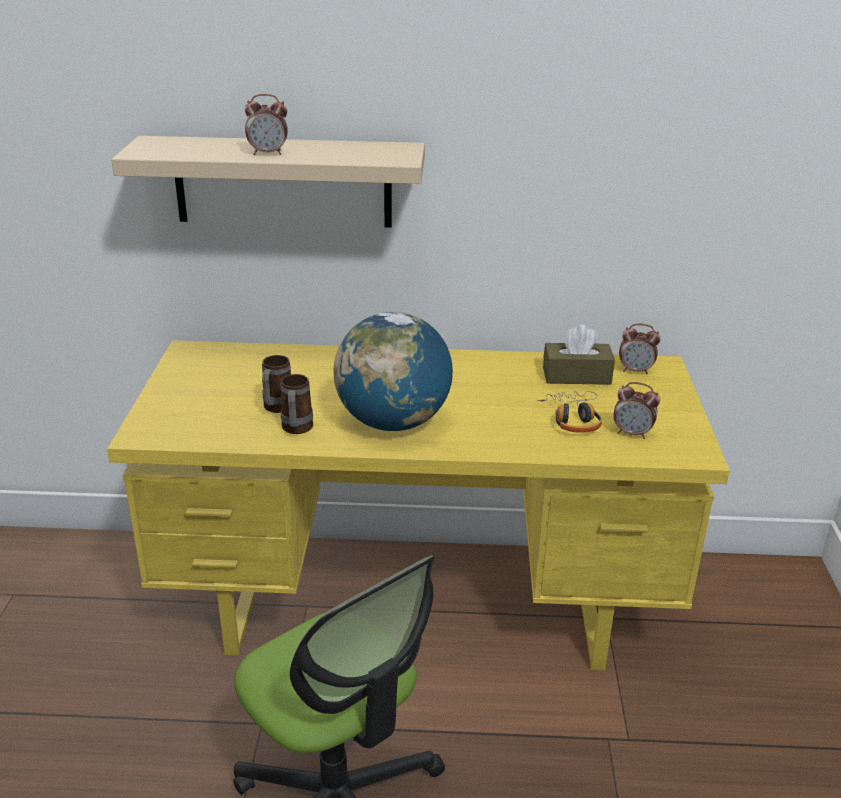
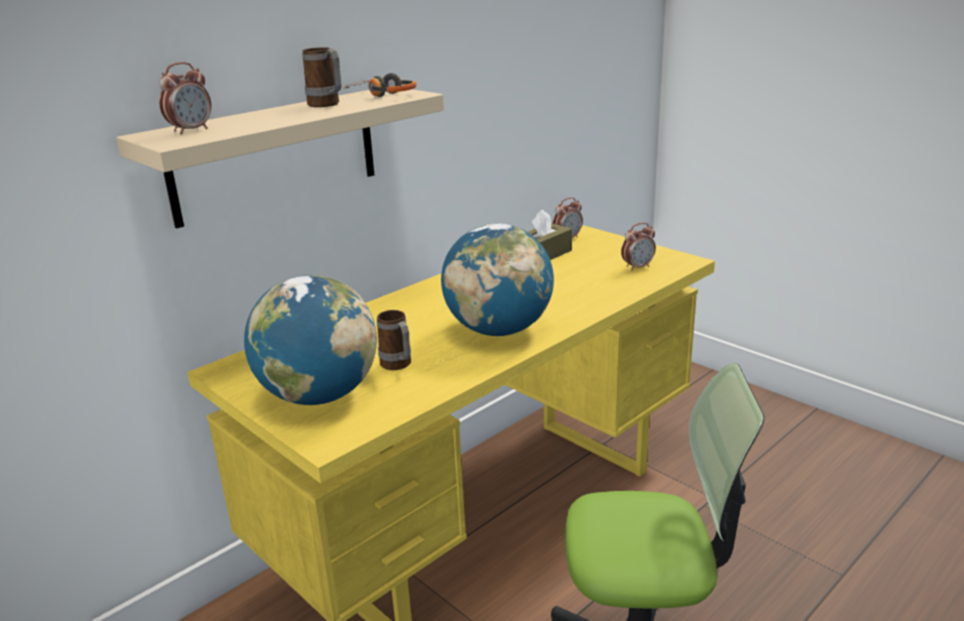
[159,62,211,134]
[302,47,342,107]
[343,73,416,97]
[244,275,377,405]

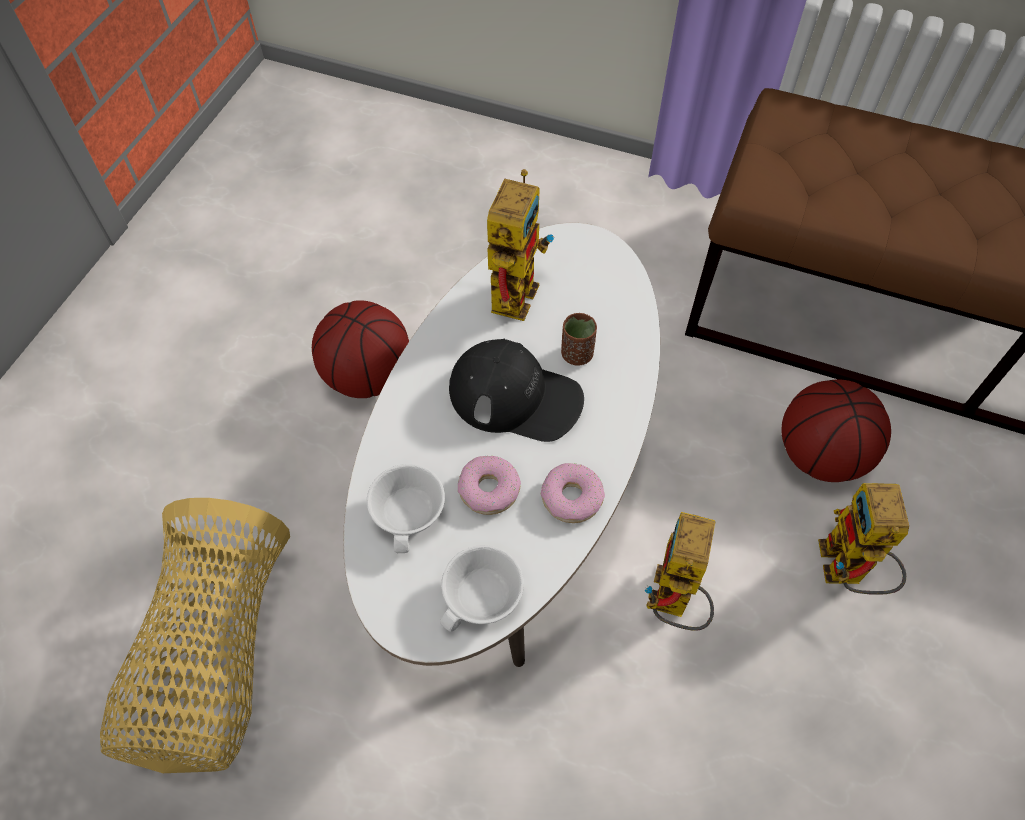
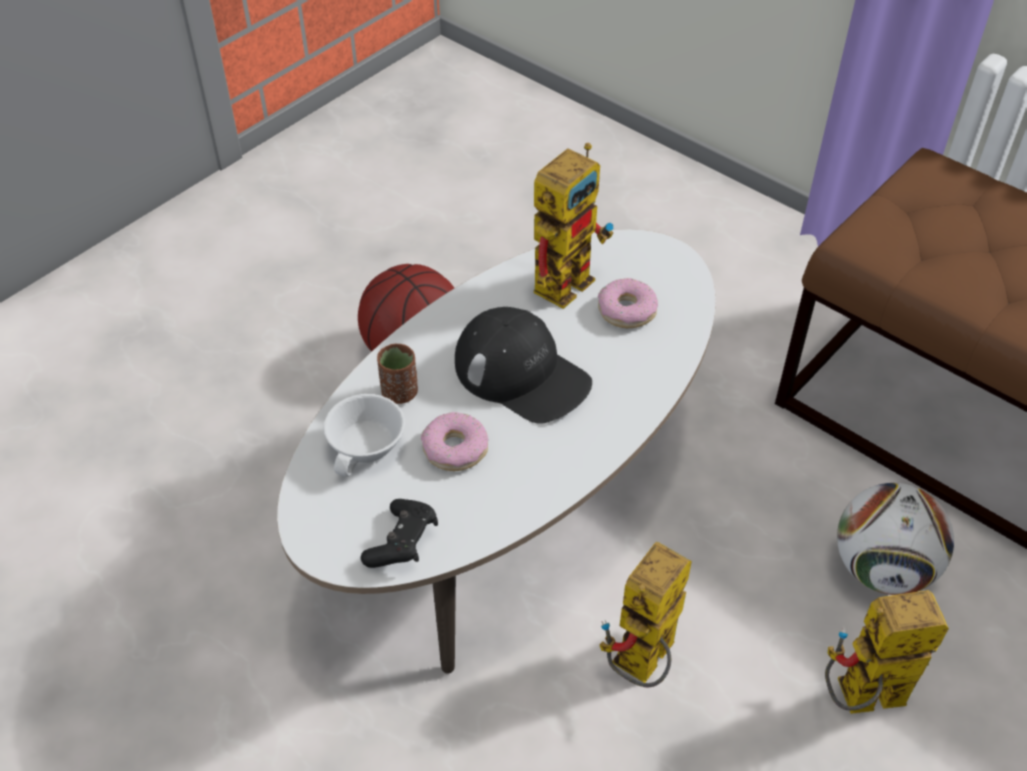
[100,498,290,773] (first image)
[361,499,438,568]
[598,278,658,328]
[377,344,418,404]
[837,483,954,595]
[825,590,949,714]

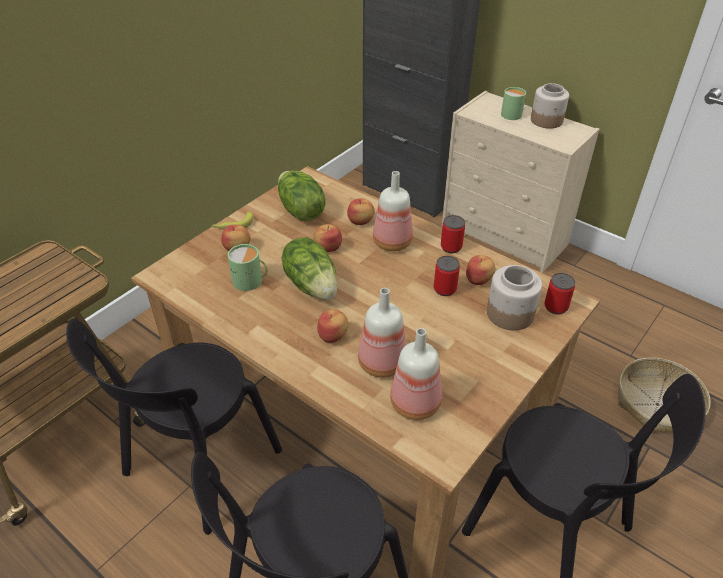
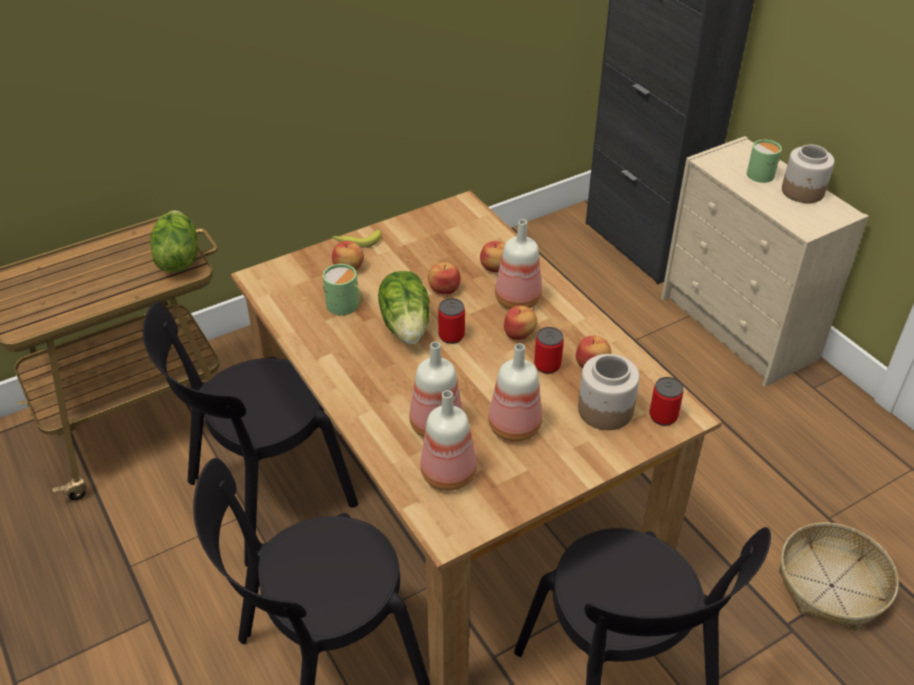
[150,211,198,273]
[504,306,537,340]
[438,298,465,344]
[488,343,542,442]

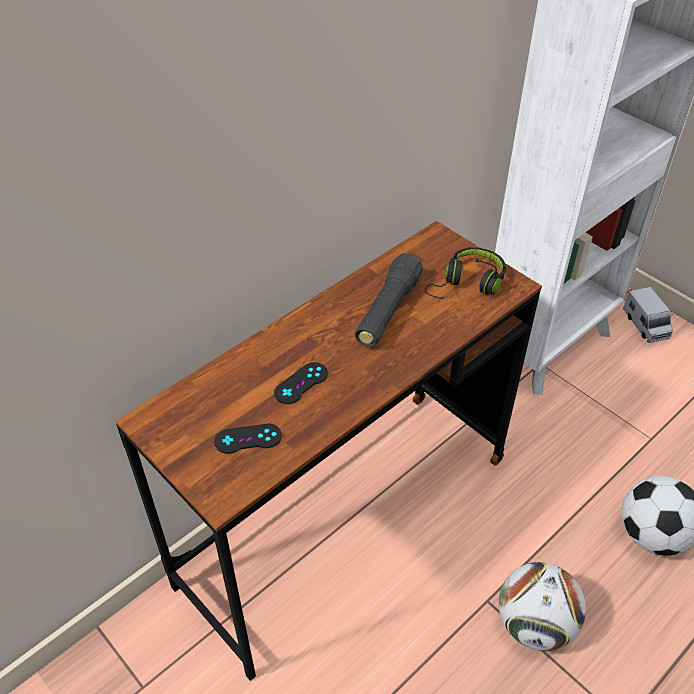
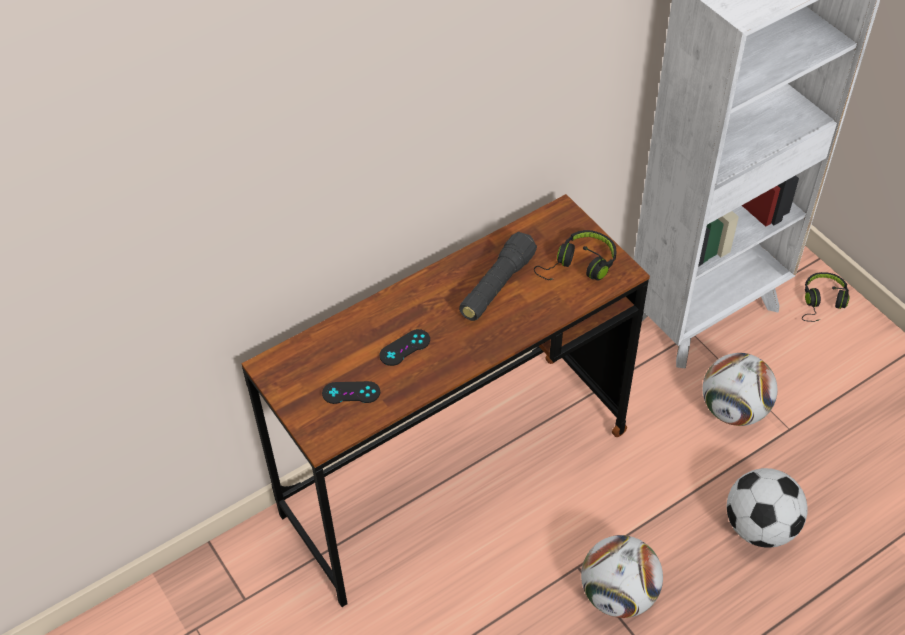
[802,272,850,322]
[703,353,777,426]

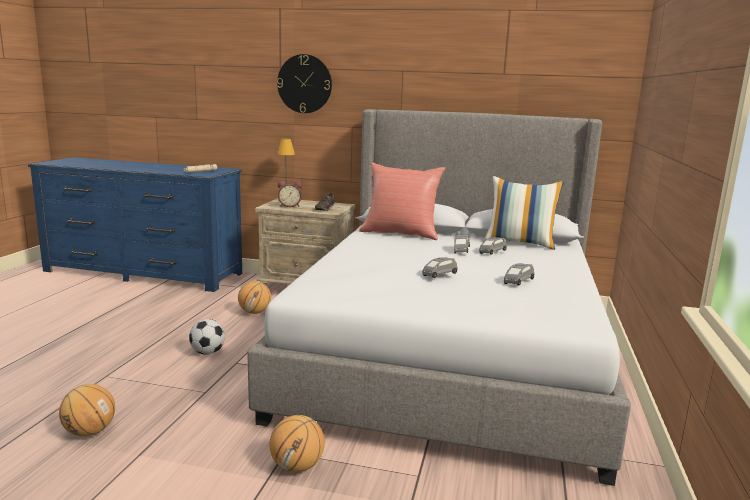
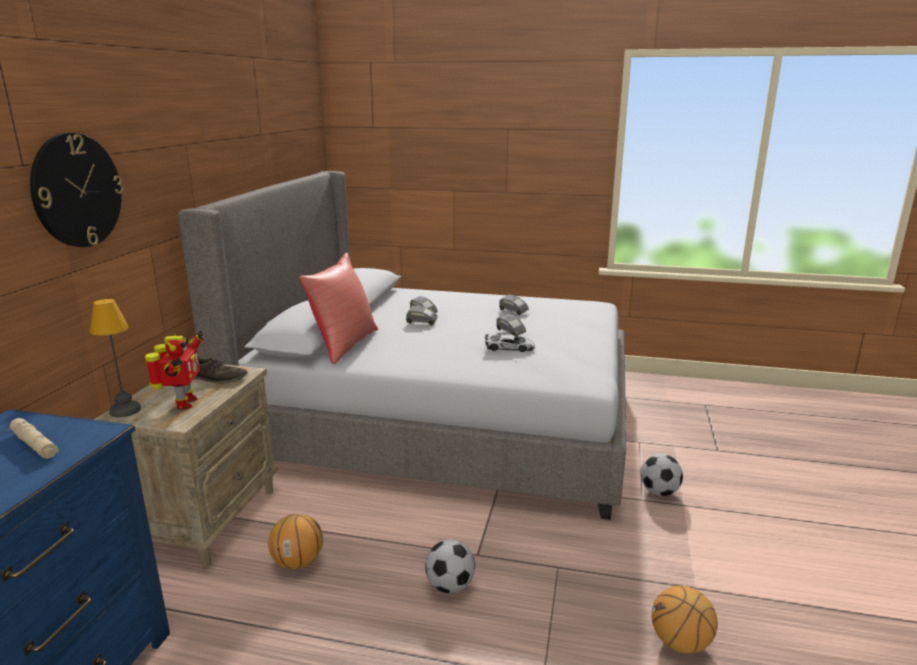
[641,454,683,496]
[145,331,204,409]
[484,176,564,250] (first image)
[485,334,535,352]

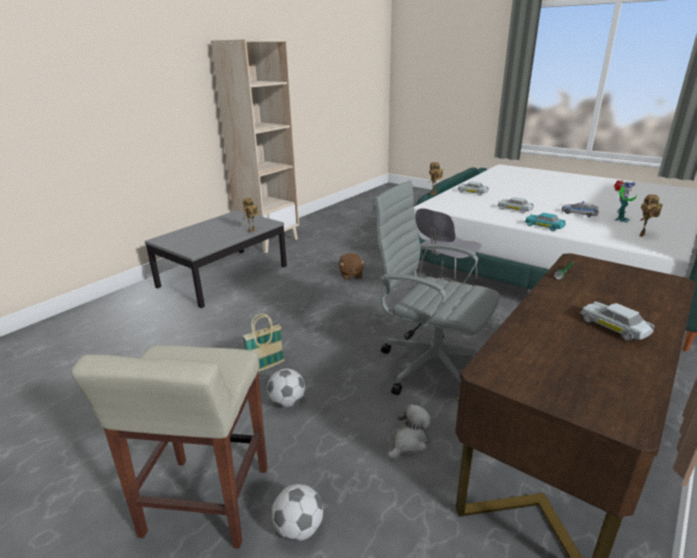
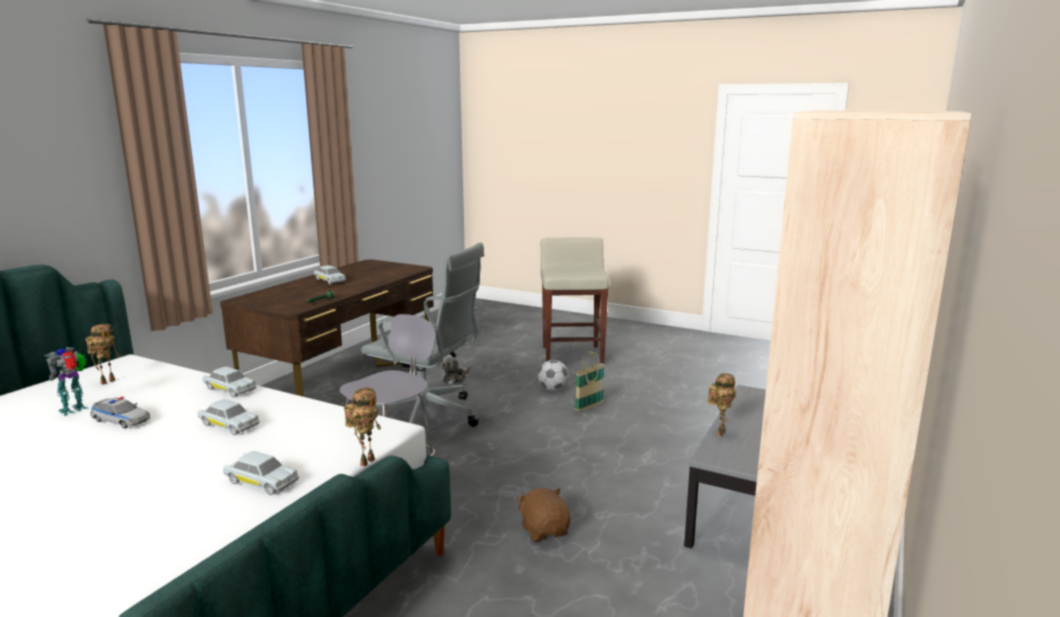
[272,484,323,541] (first image)
[202,366,257,398]

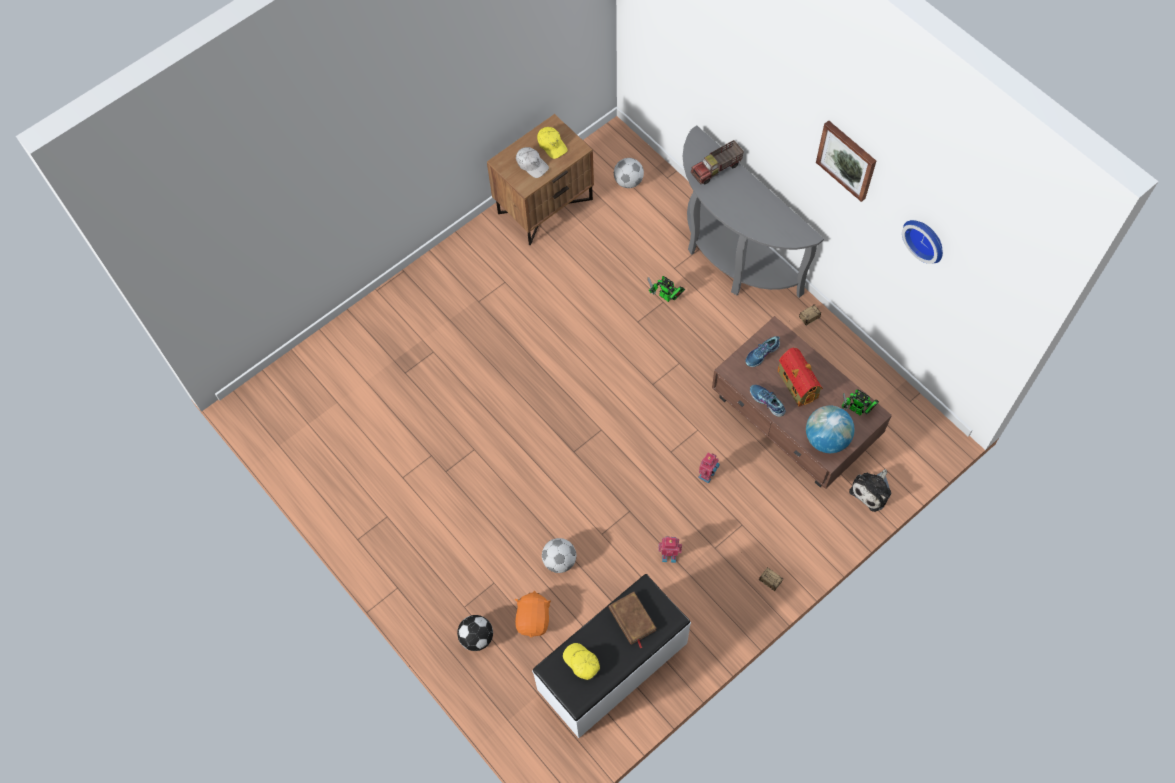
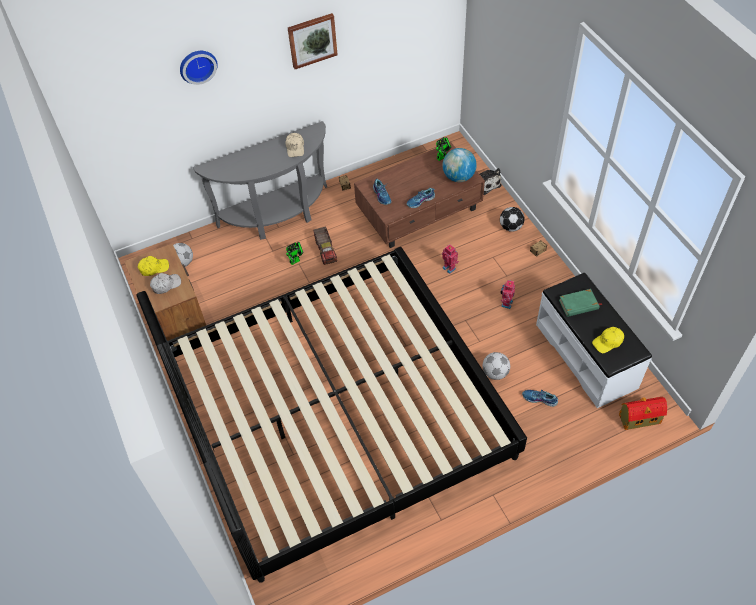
[500,207,525,232]
[522,390,558,407]
[559,289,602,317]
[313,227,337,265]
[619,397,667,430]
[180,51,218,85]
[137,247,527,583]
[285,133,304,157]

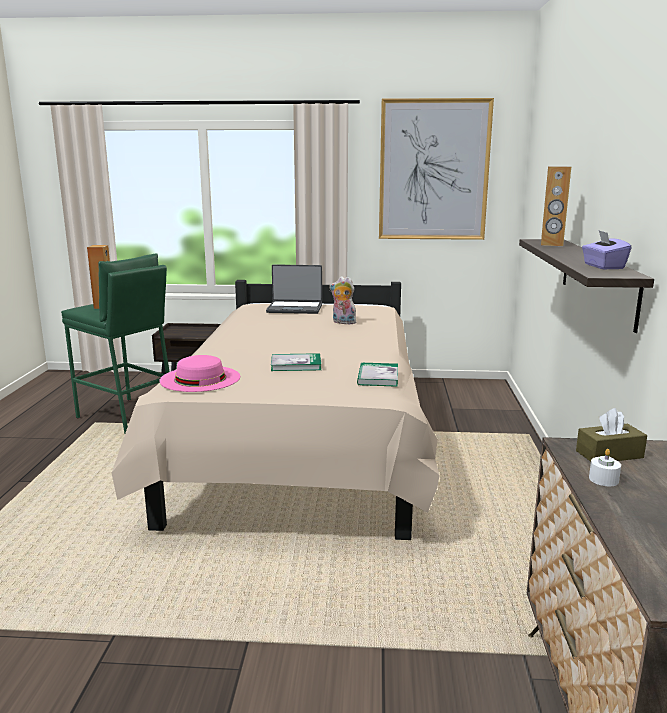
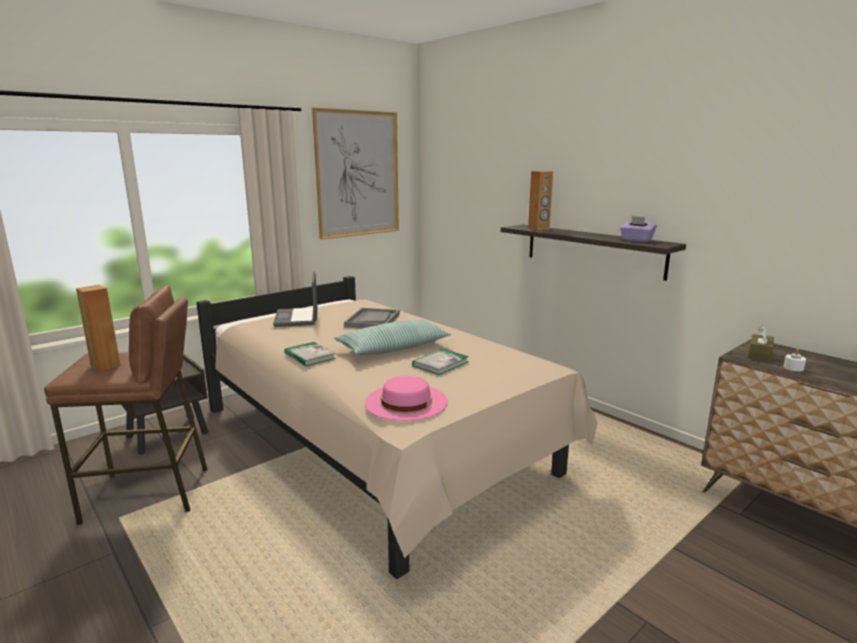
[44,285,207,525]
[273,271,318,327]
[344,308,400,328]
[285,342,336,366]
[334,320,451,355]

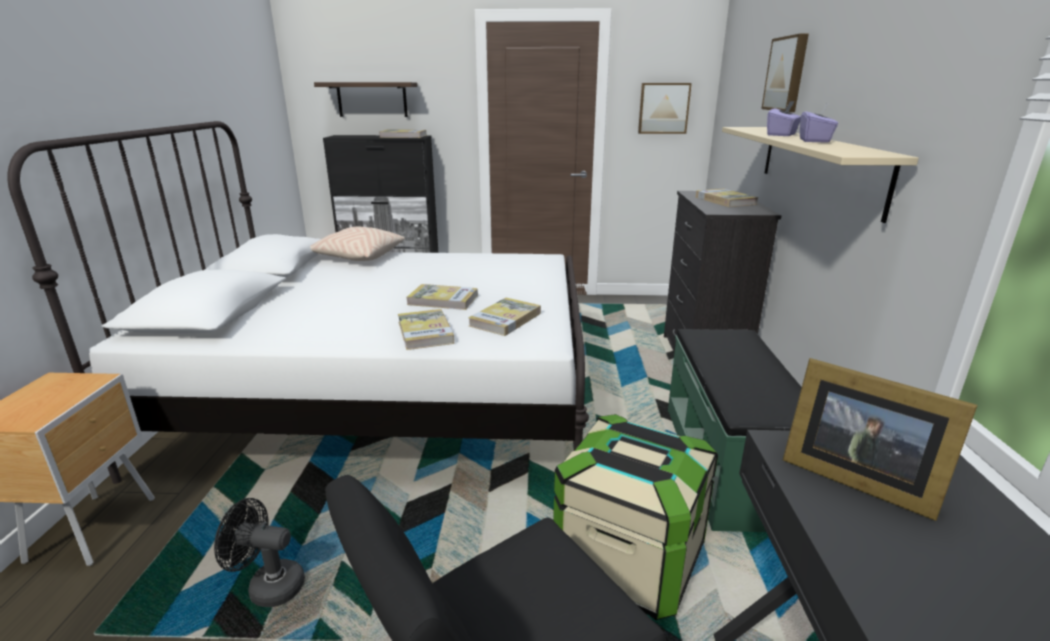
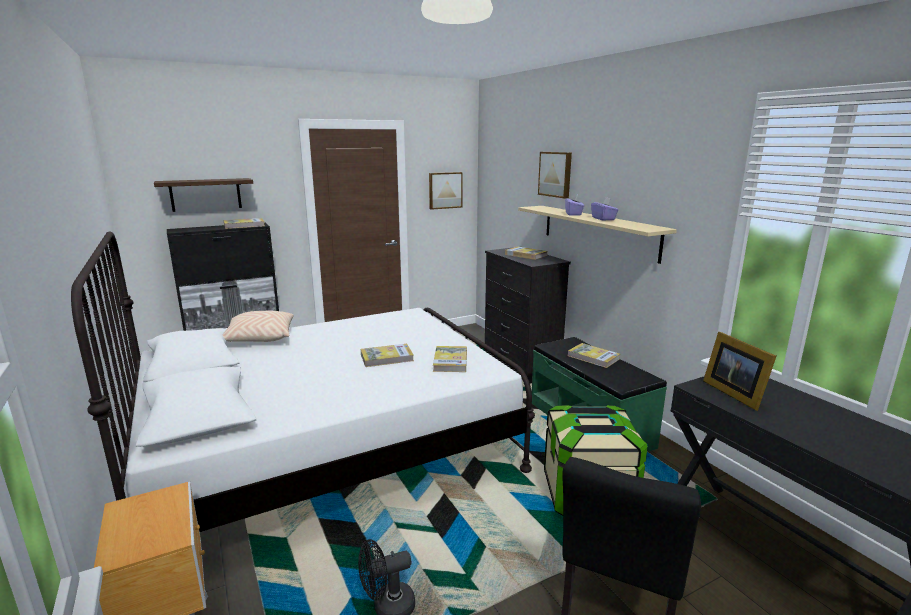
[568,343,620,368]
[703,332,776,411]

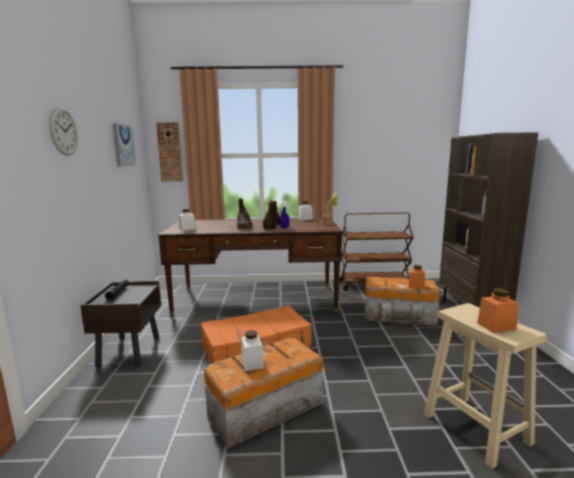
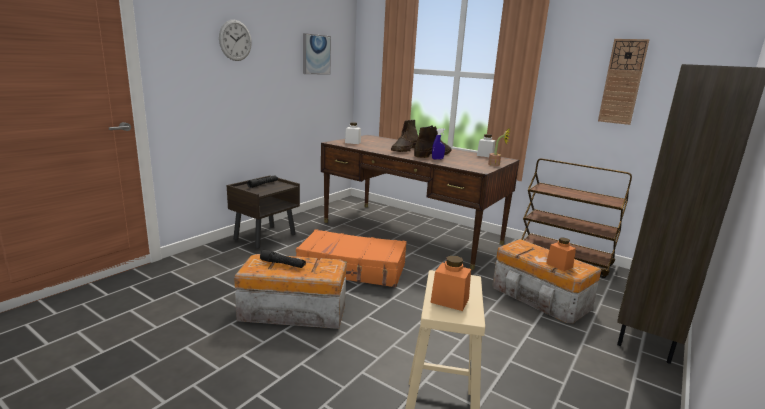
[598,39,649,125]
[260,250,306,268]

